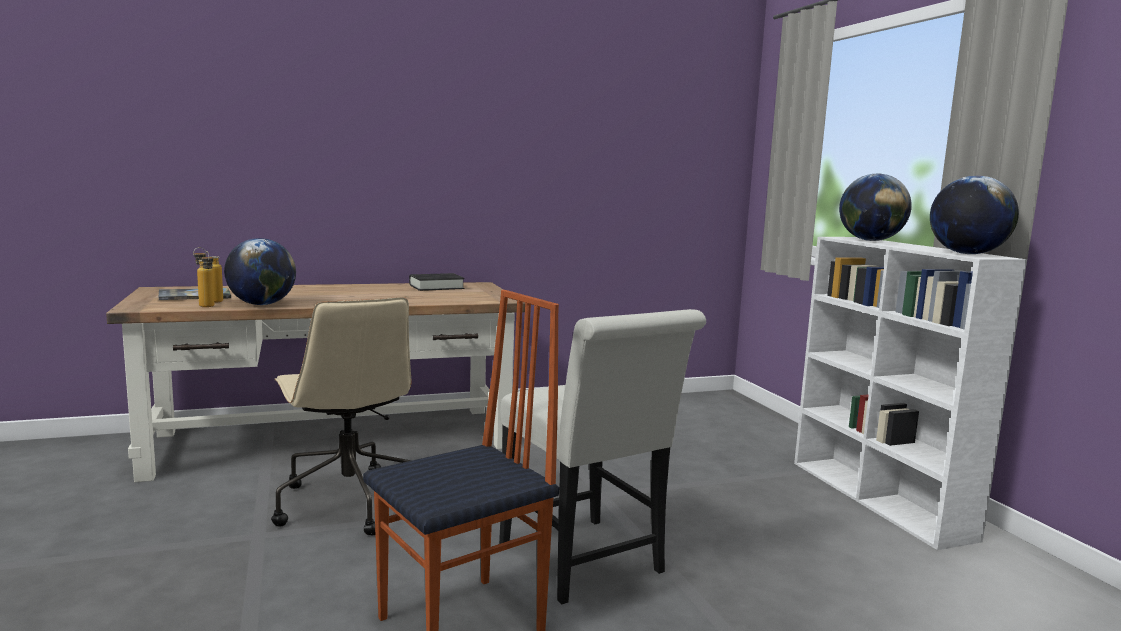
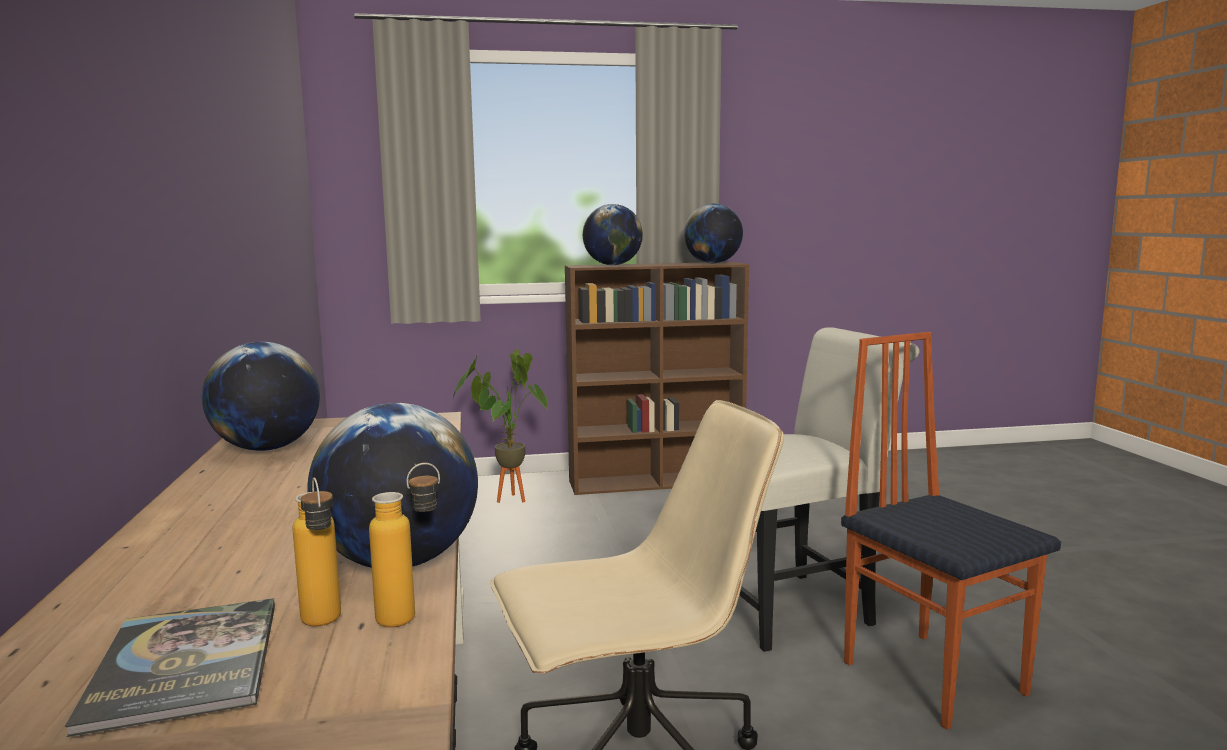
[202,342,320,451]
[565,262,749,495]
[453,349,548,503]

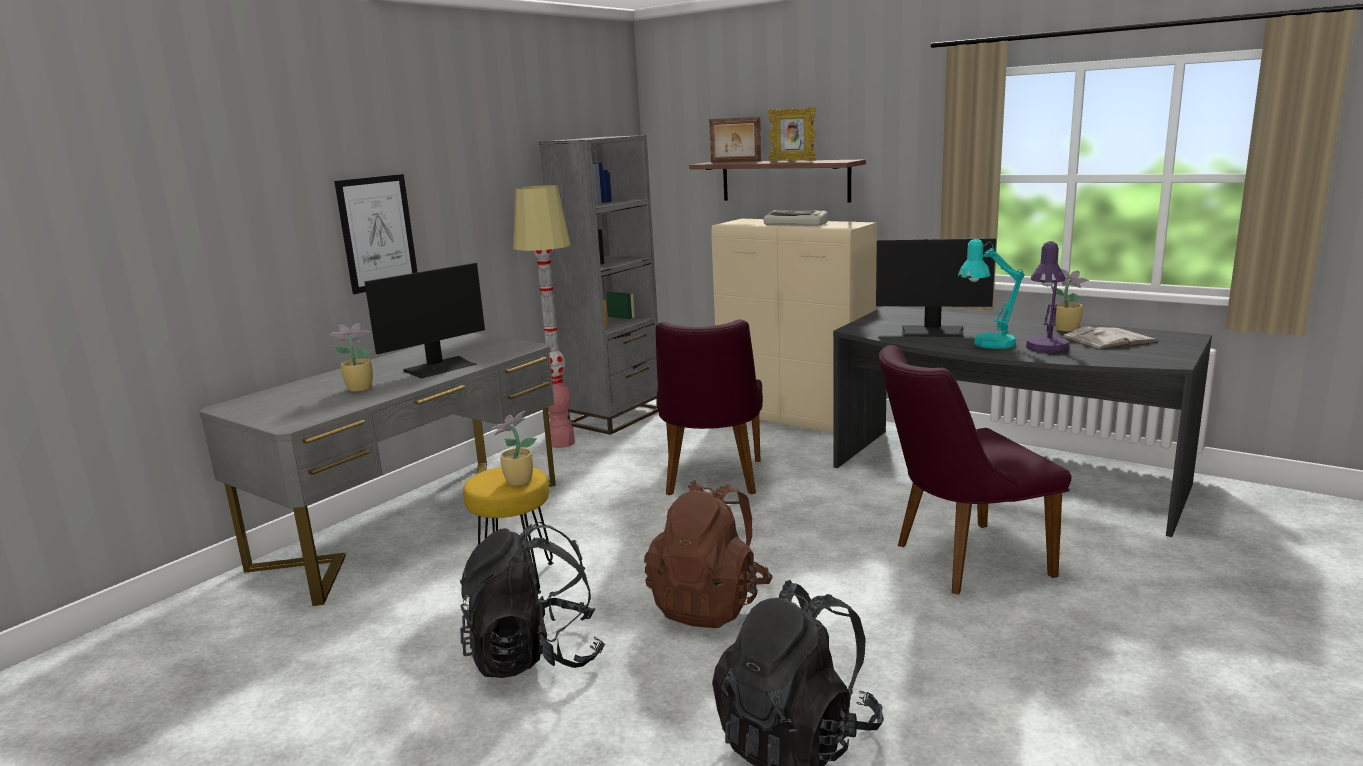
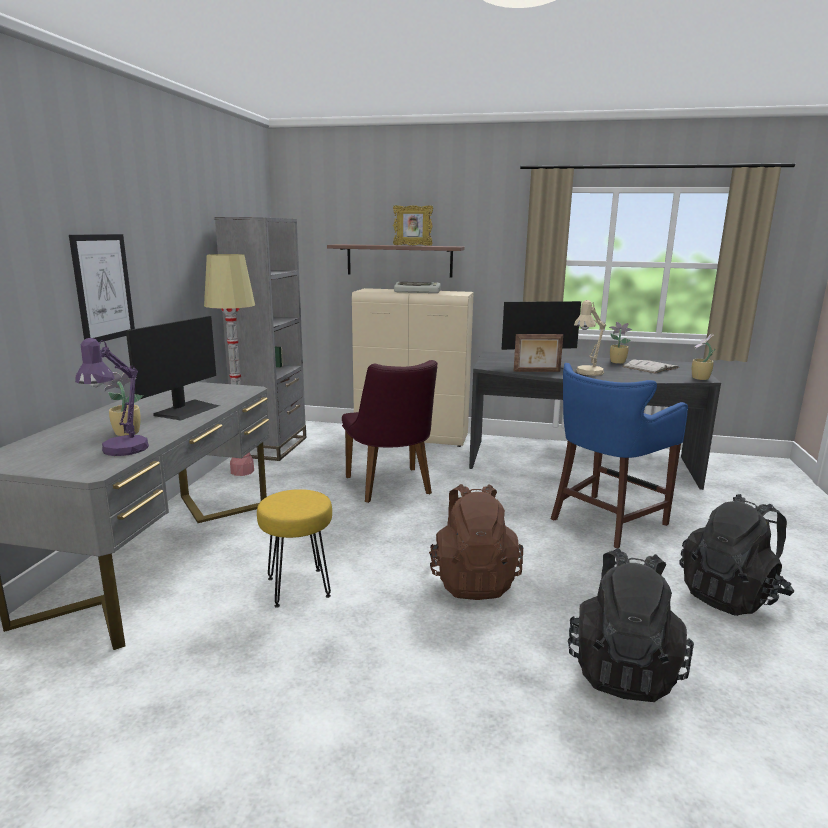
[679,494,794,616]
[692,333,715,380]
[514,334,563,372]
[551,363,688,548]
[574,300,606,376]
[75,338,149,456]

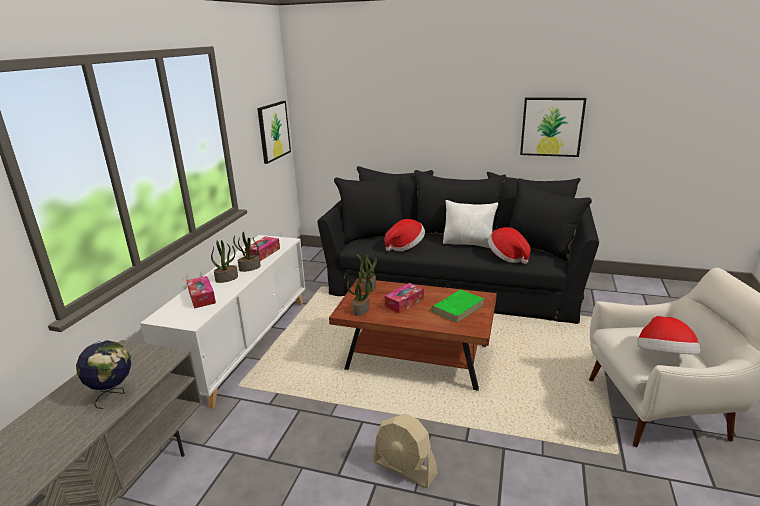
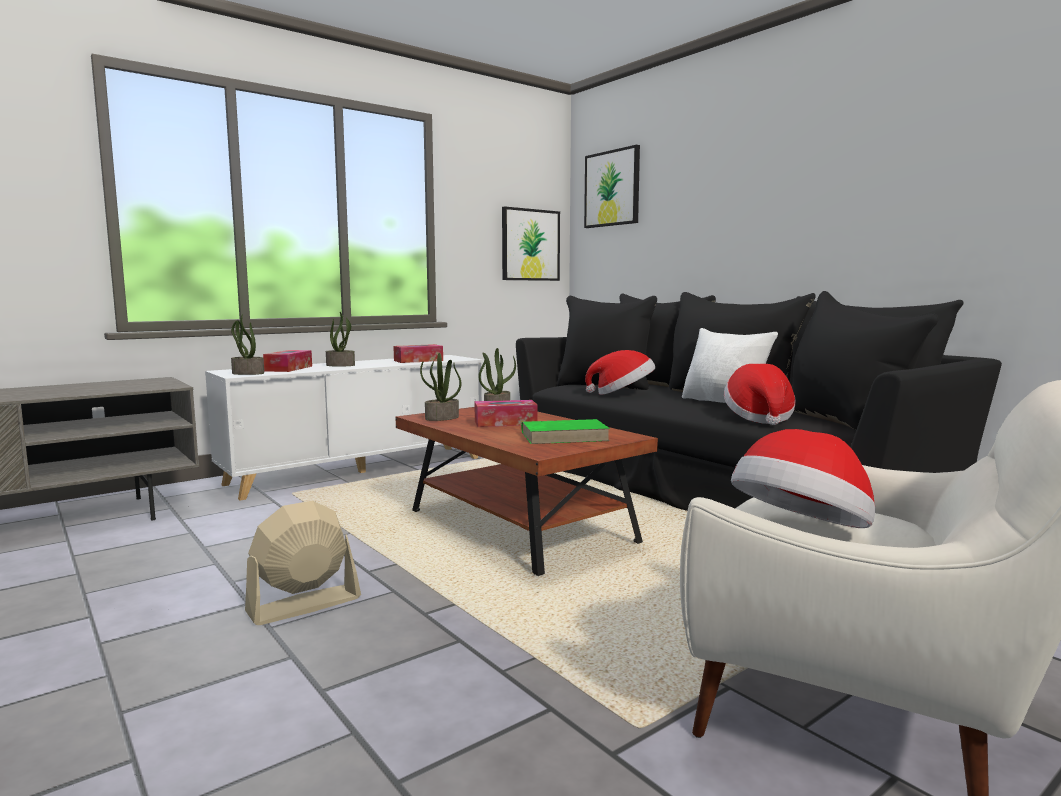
[76,340,131,409] (first image)
[231,314,264,375]
[245,501,361,625]
[584,145,640,228]

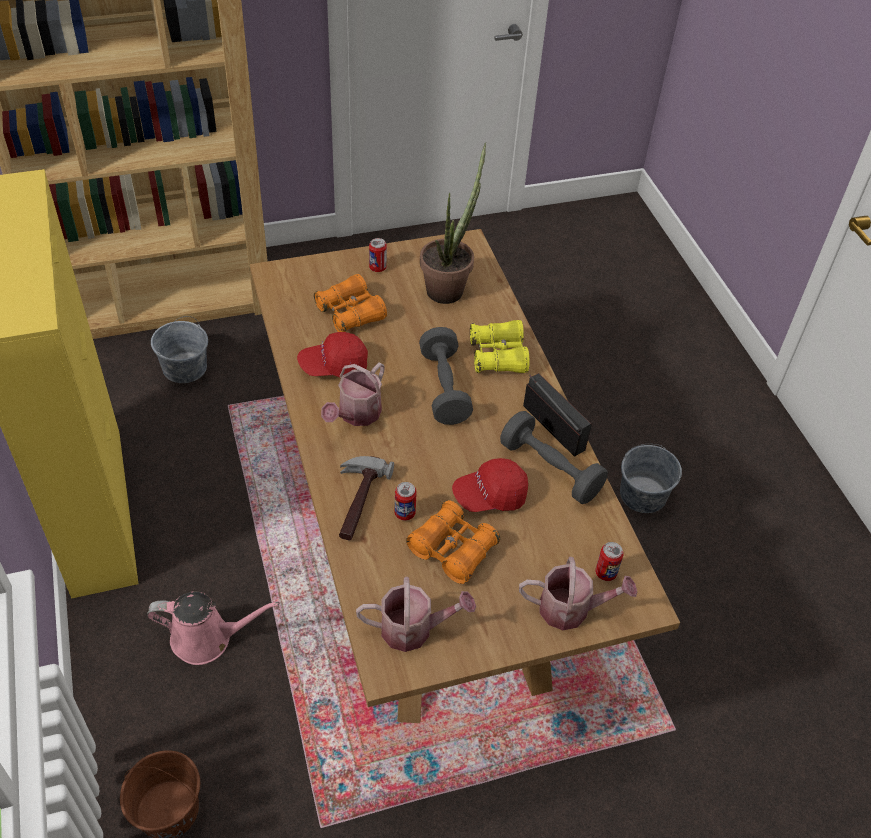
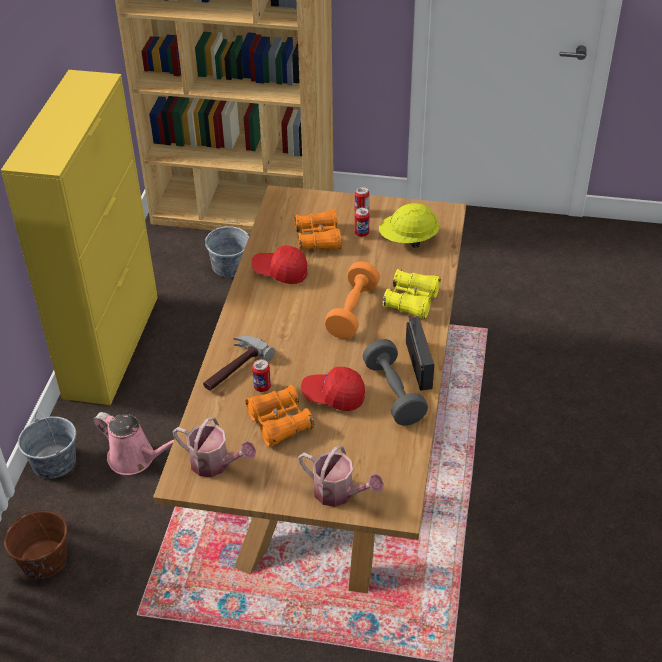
[321,362,385,426] (first image)
[324,262,380,339]
[379,203,440,248]
[354,208,370,237]
[18,411,76,479]

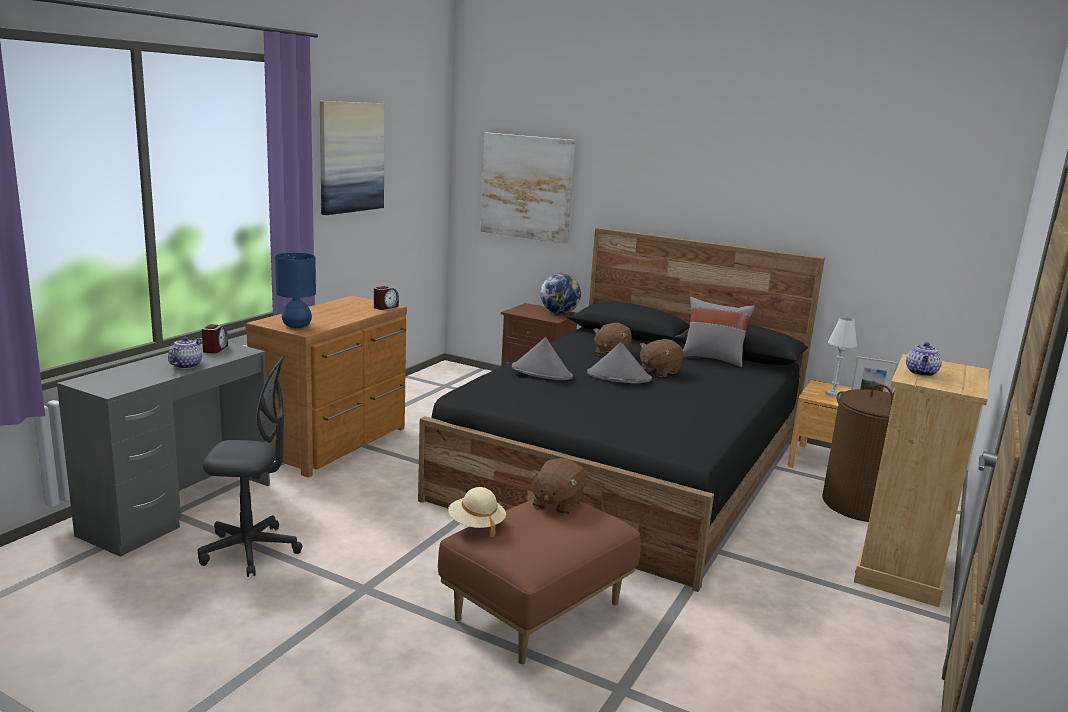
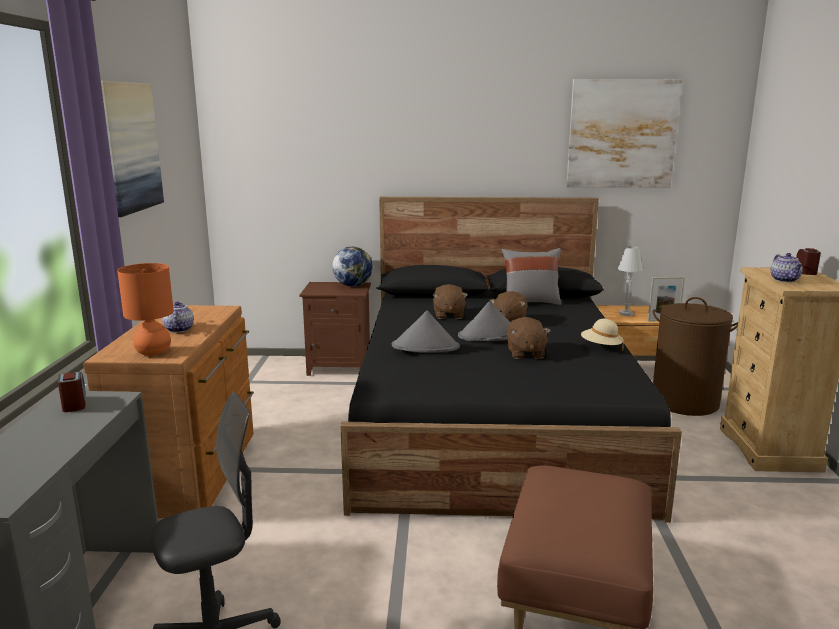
[162,302,194,333]
[117,263,174,356]
[796,248,821,275]
[581,319,624,351]
[566,79,682,188]
[507,317,551,359]

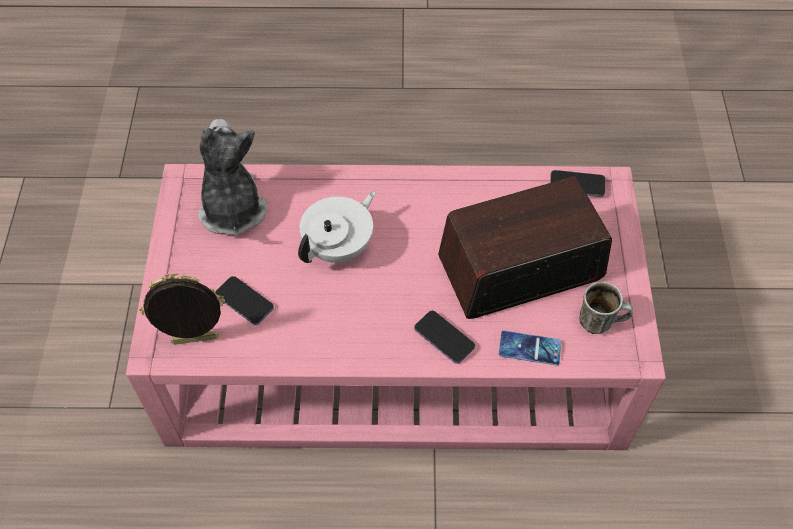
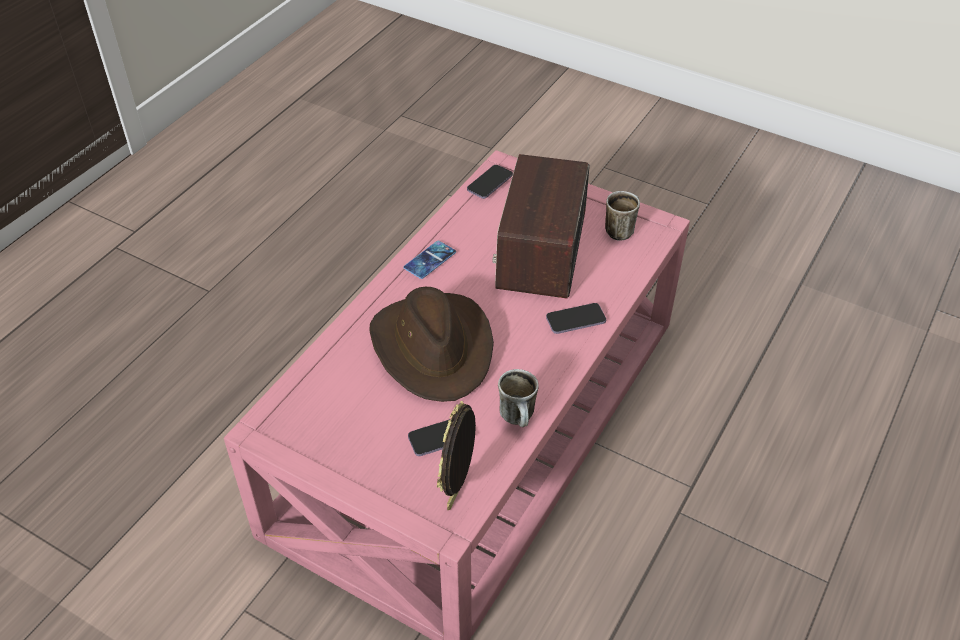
[198,119,267,236] (first image)
[369,287,494,402]
[404,241,456,279]
[498,369,539,427]

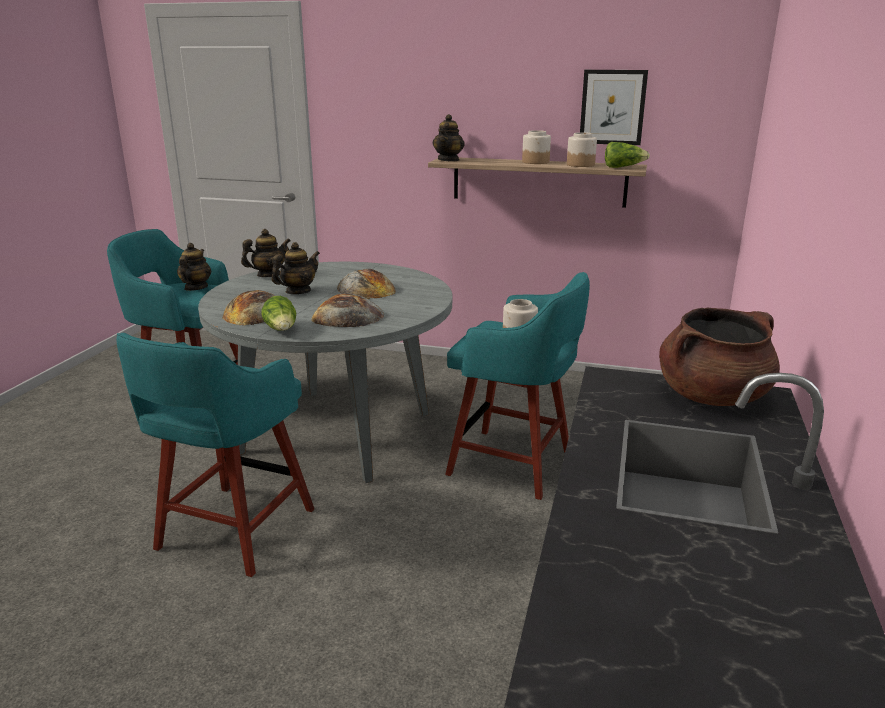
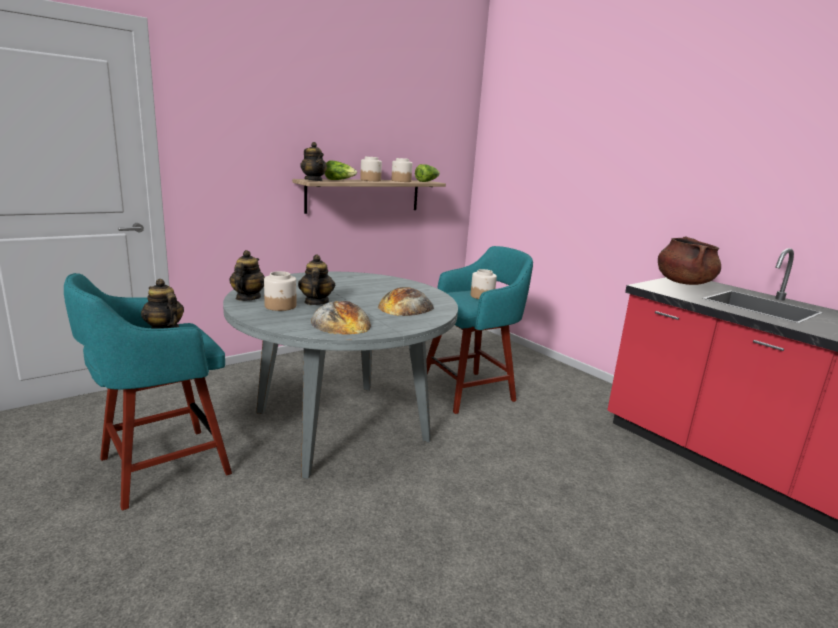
[116,333,314,577] (first image)
[325,160,357,180]
[337,269,396,299] (first image)
[580,70,648,145] (first image)
[264,271,296,311]

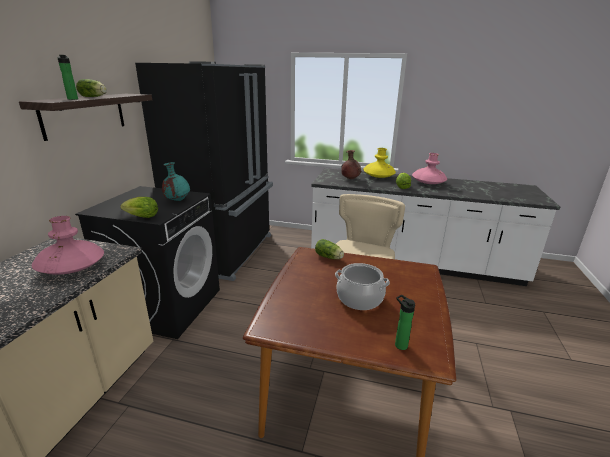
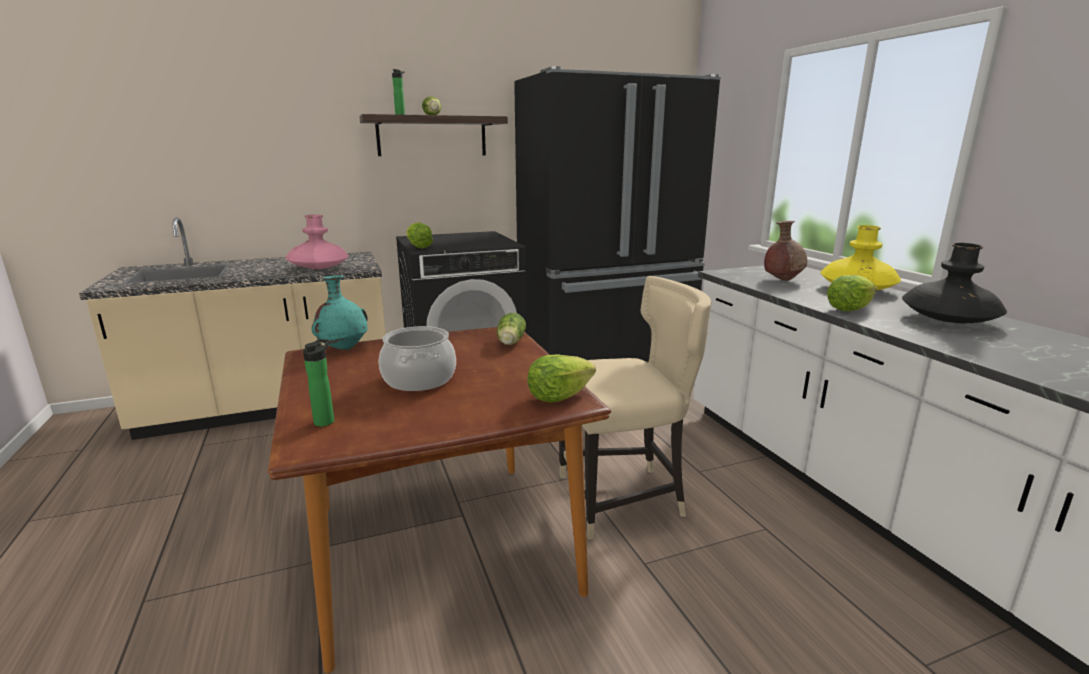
[312,276,368,350]
[902,243,1007,323]
[527,354,596,402]

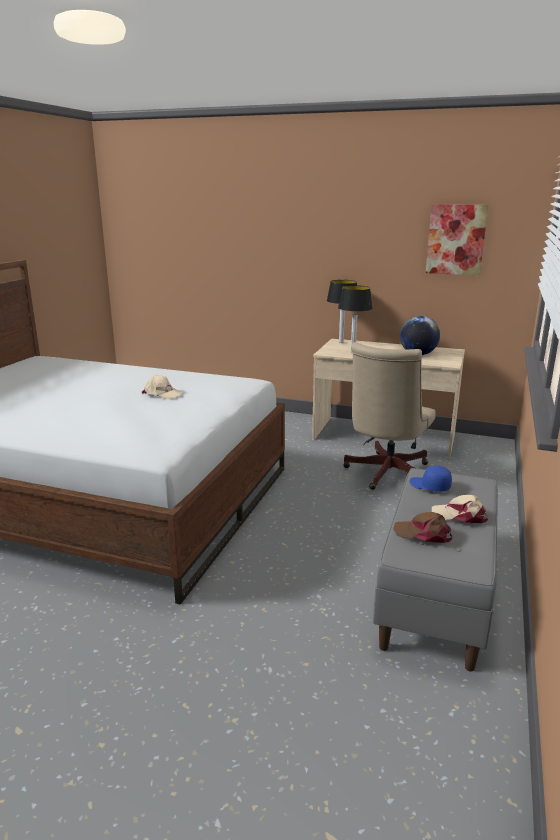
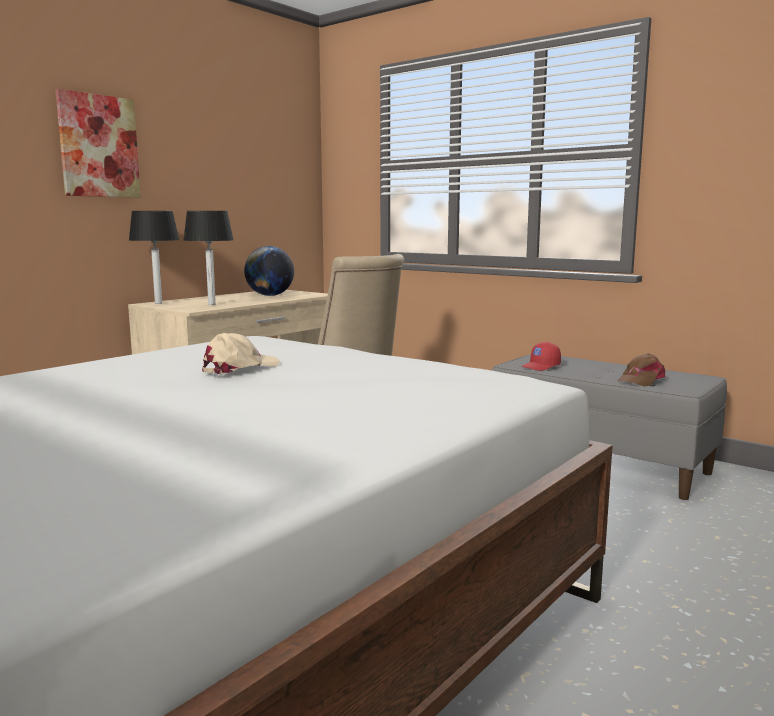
[521,342,561,371]
[55,89,141,198]
[432,495,488,523] (first image)

